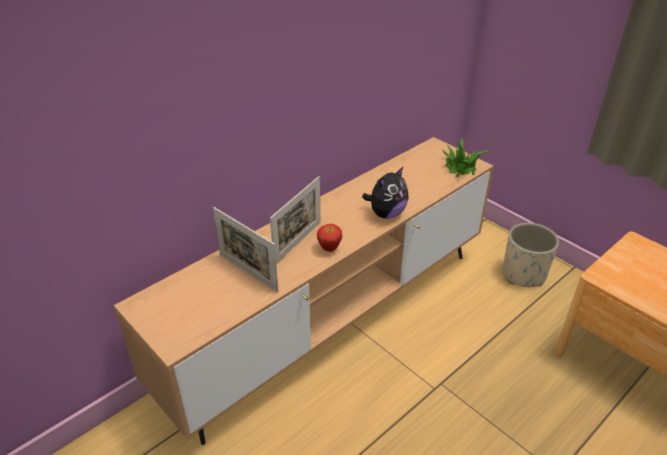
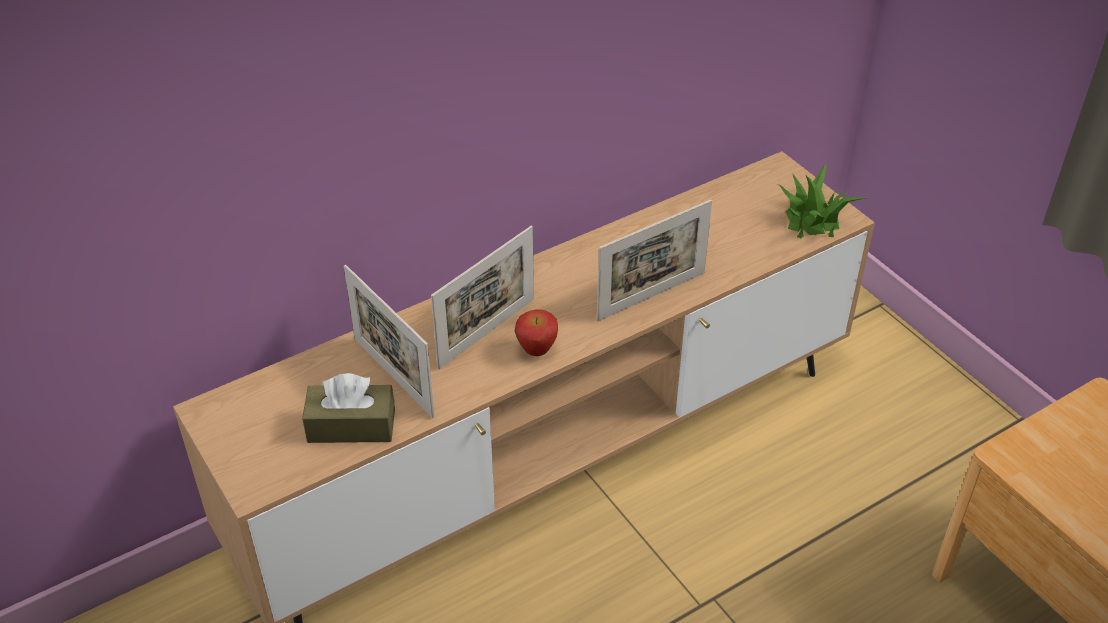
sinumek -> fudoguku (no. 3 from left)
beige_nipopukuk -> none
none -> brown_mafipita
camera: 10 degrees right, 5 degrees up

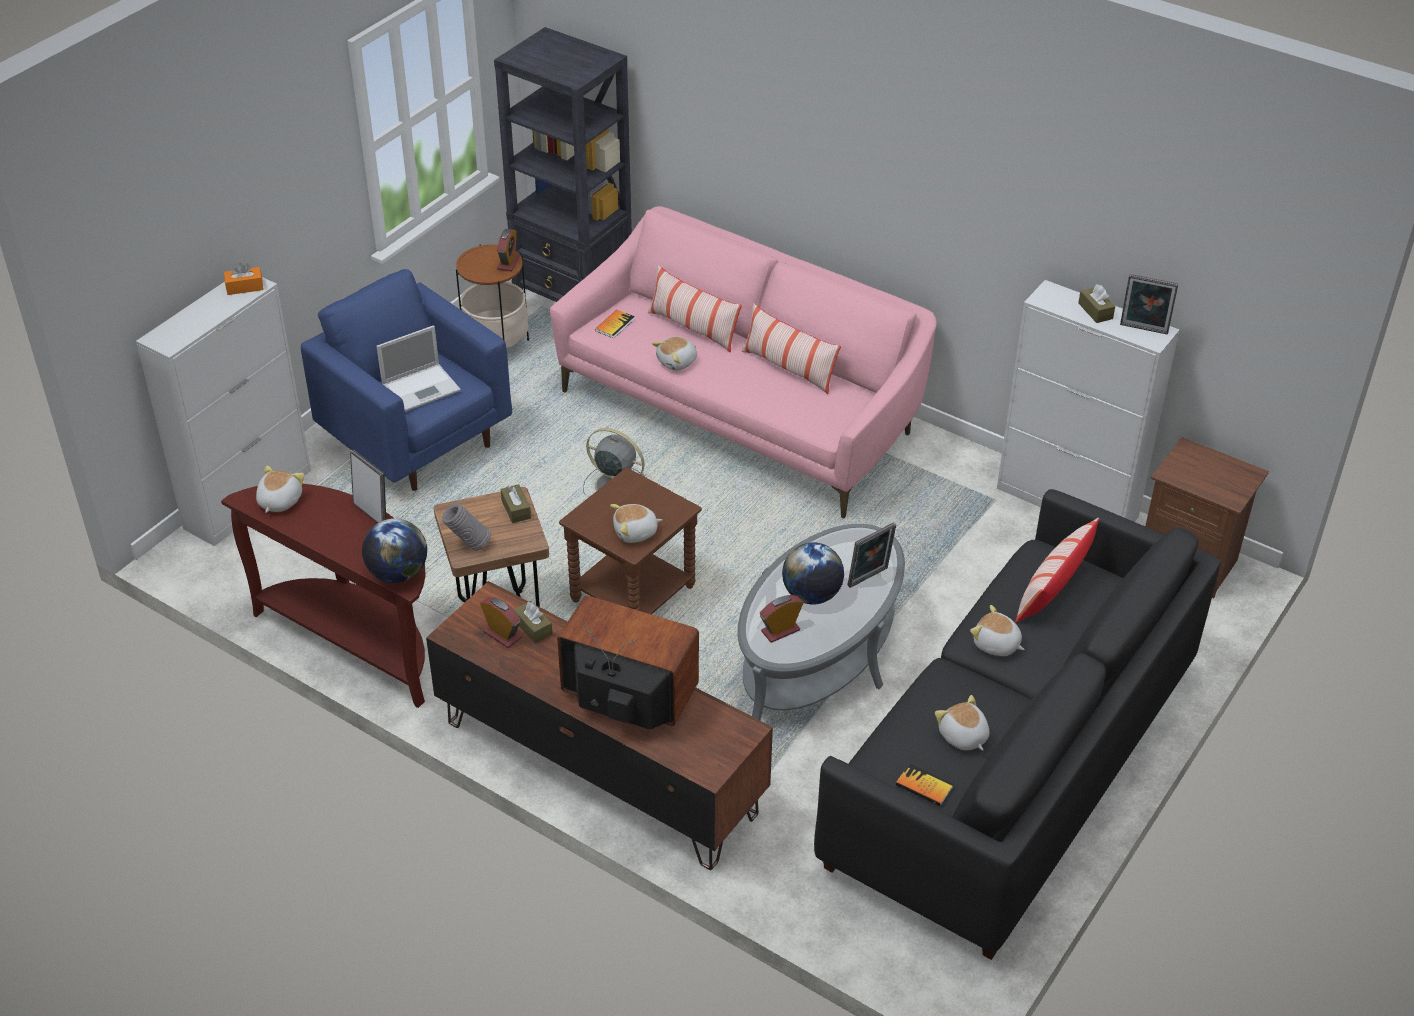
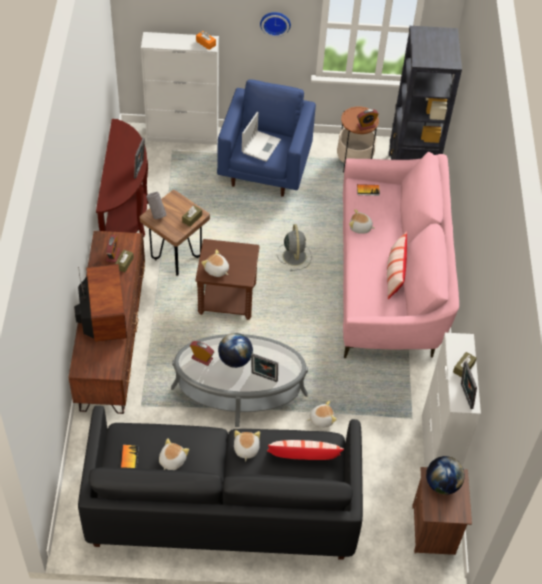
sinumek (no. 1 from left in the first image) -> sinumek (no. 4 from left), shifted
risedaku (no. 1 from left in the first image) -> risedaku (no. 2 from left), shifted
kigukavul, 90 degrees counterclockwise
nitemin (no. 1 from left) -> none
none -> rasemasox
camera: 55 degrees right, 10 degrees up

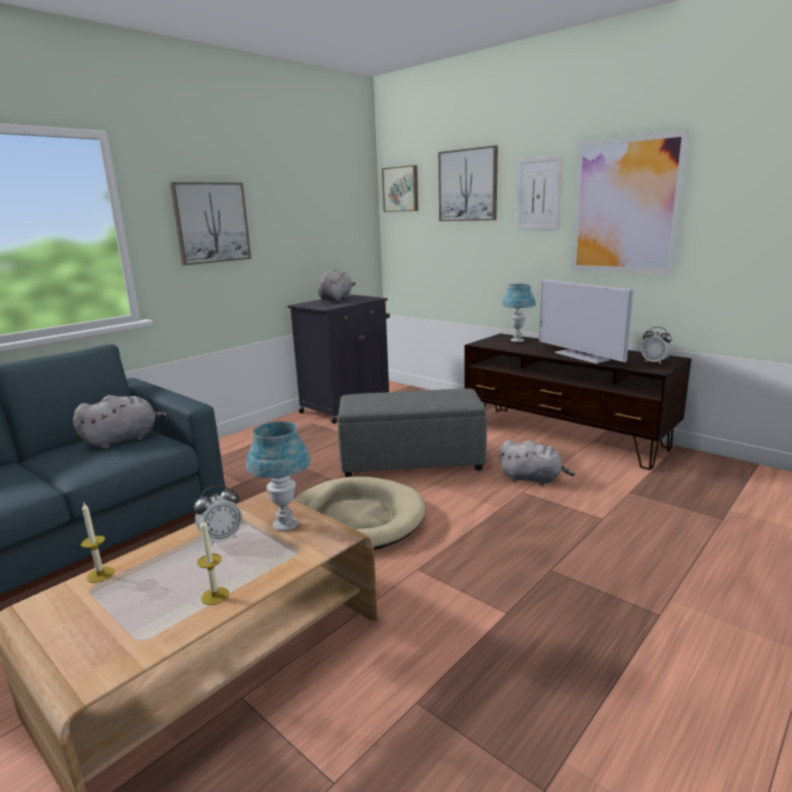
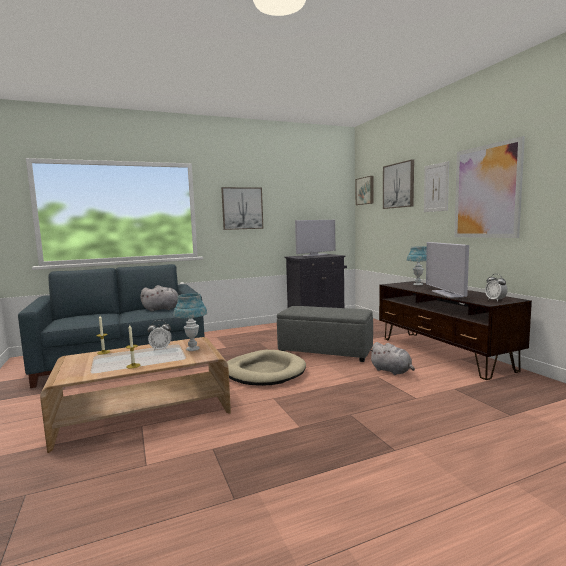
grey_sinumek (no. 2 from left) -> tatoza (no. 1 from left)
camera: 25 degrees right, 10 degrees down

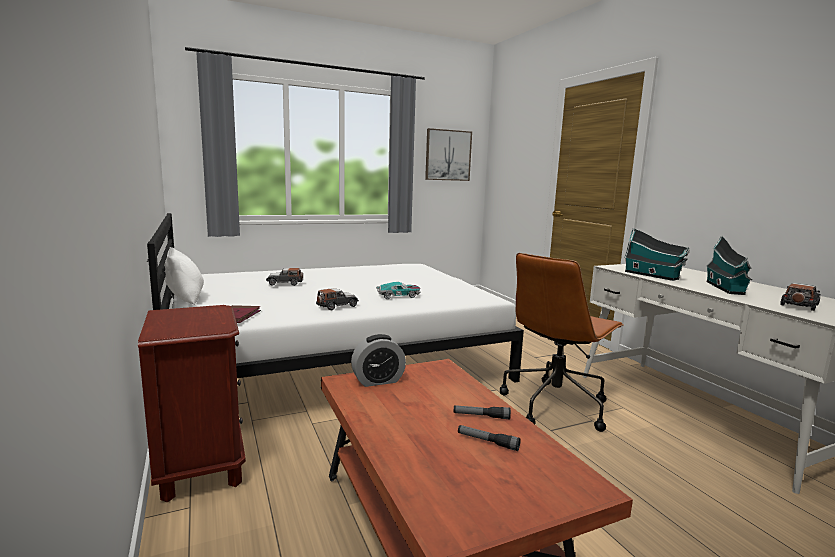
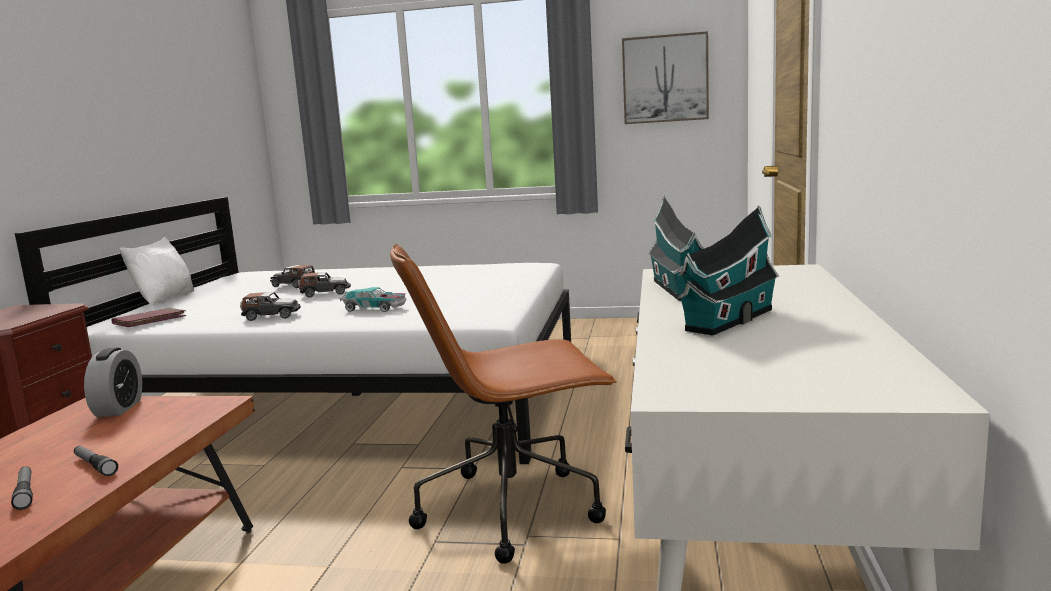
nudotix, 105 degrees counterclockwise
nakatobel (no. 4 from left in the first image) -> nakatobel (no. 3 from left), shifted
camera: 35 degrees right, 0 degrees up

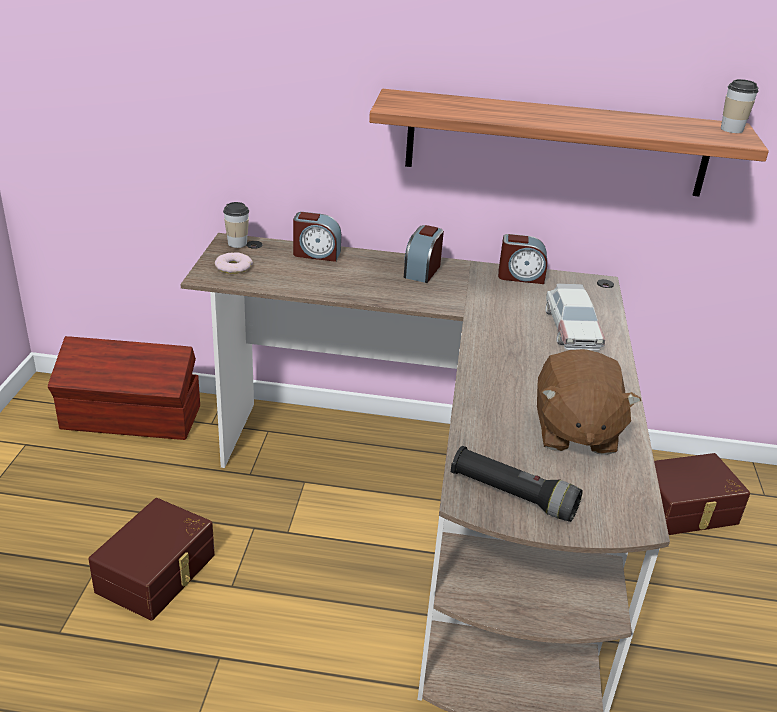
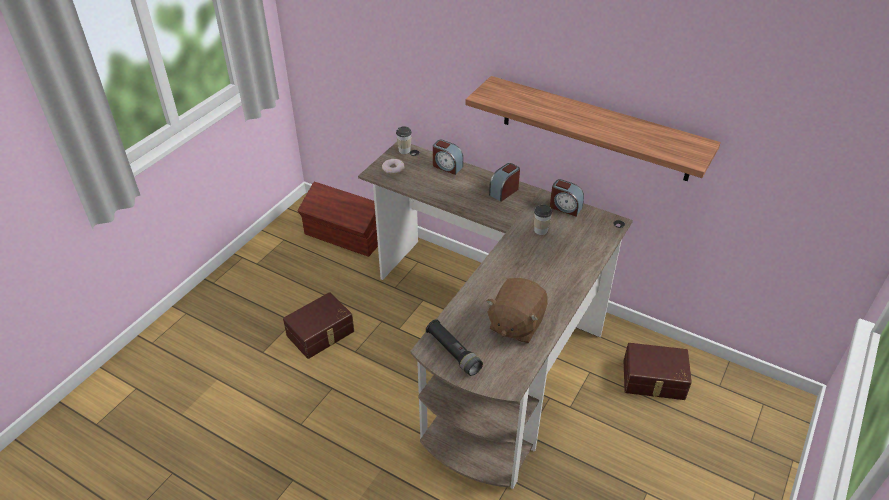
nakatobel -> none
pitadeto (no. 2 from left), shifted
camera: 25 degrees right, 10 degrees up

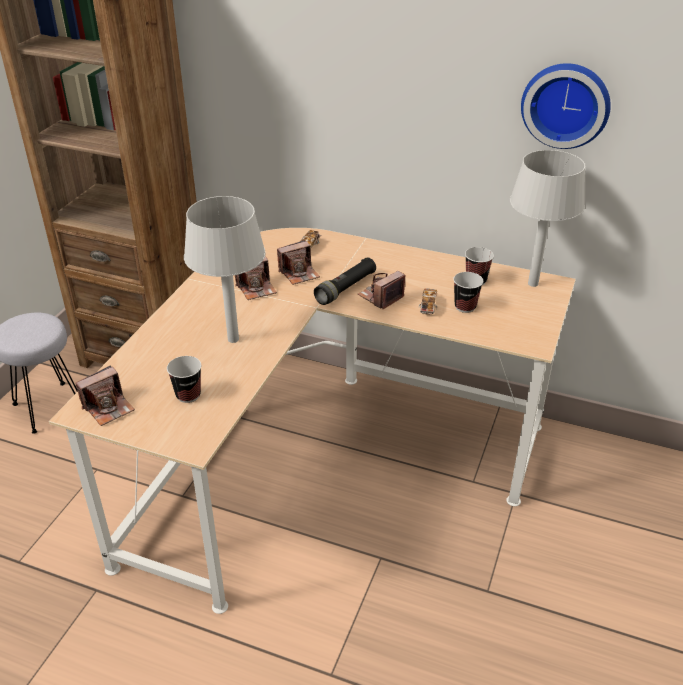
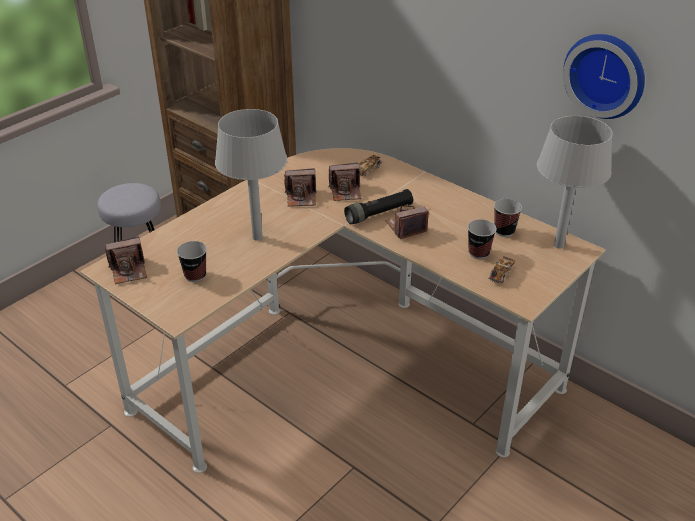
nakatobel (no. 2 from left), shifted
camera: 20 degrees right, 0 degrees up

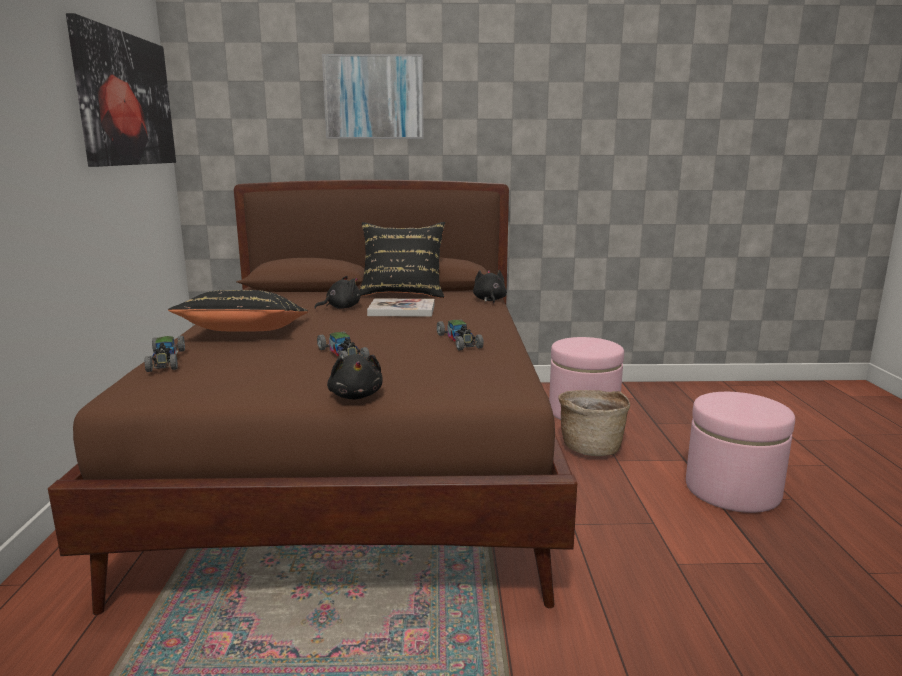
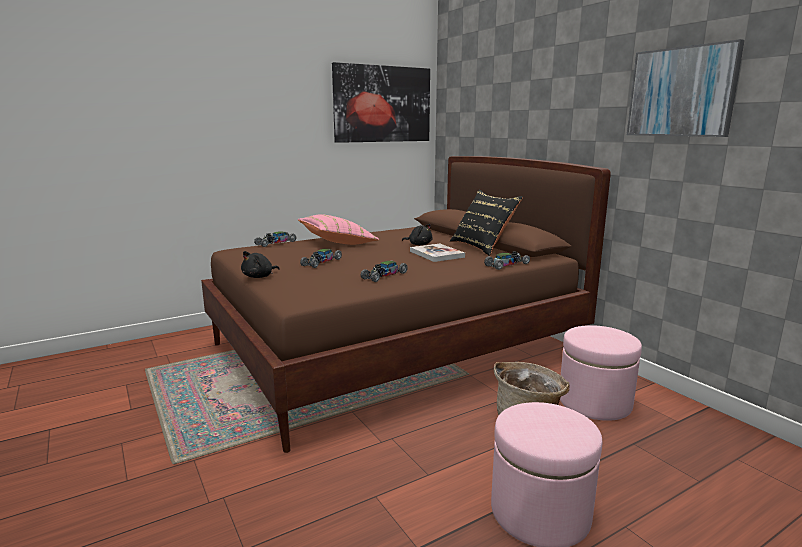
black_nitemin (no. 1 from left) -> pink_nitemin
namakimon (no. 2 from left), shifted
black_sinumek (no. 3 from left) -> nakatobel (no. 4 from left)
camera: 60 degrees right, 0 degrees up

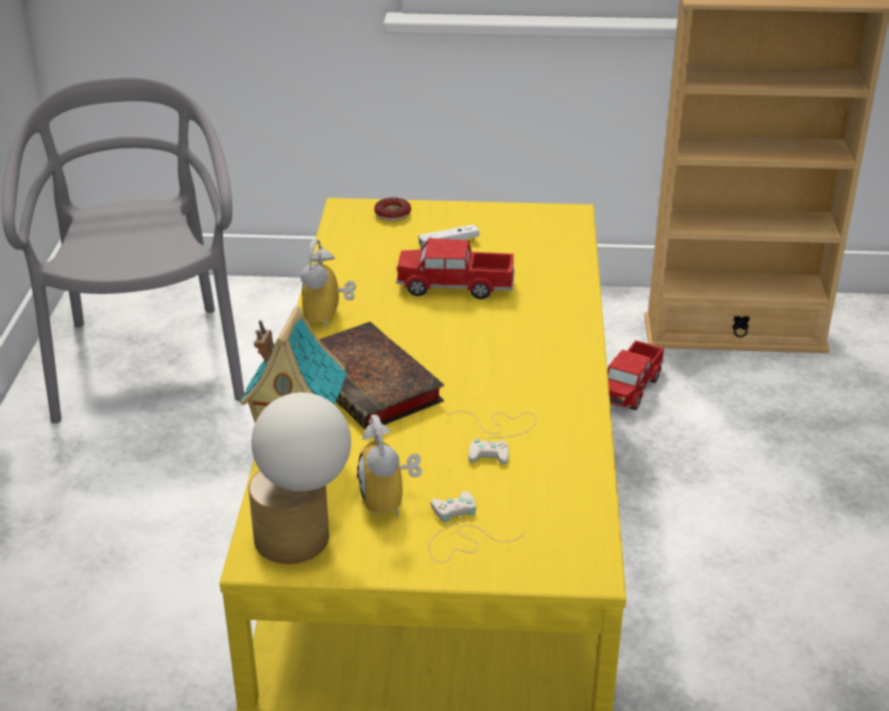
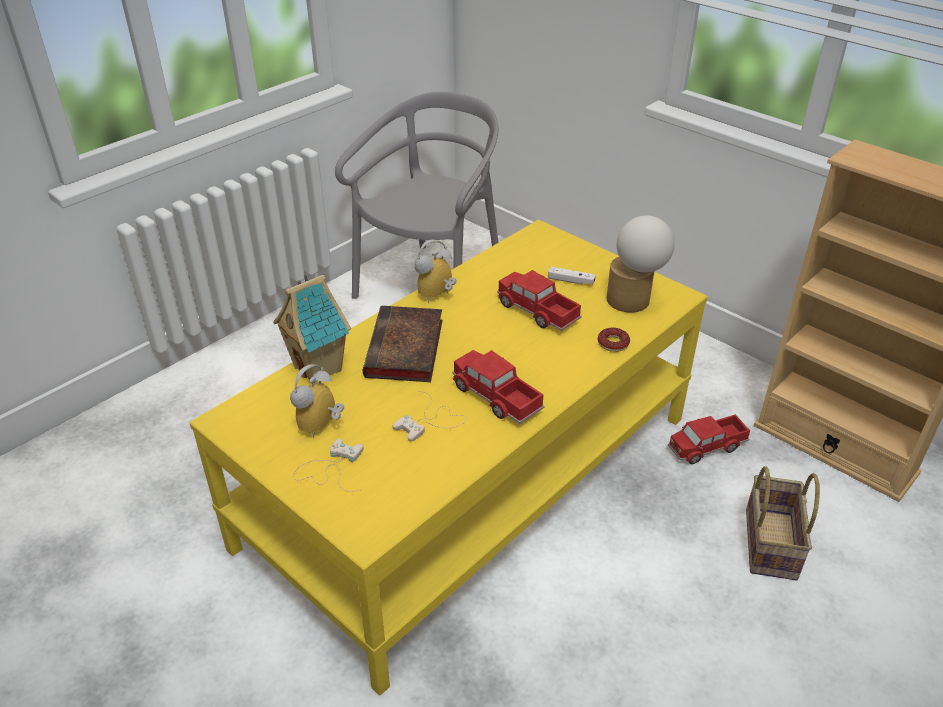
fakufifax, shifted
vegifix, shifted
none -> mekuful (no. 1 from left)
none -> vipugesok
camera: 40 degrees right, 5 degrees up

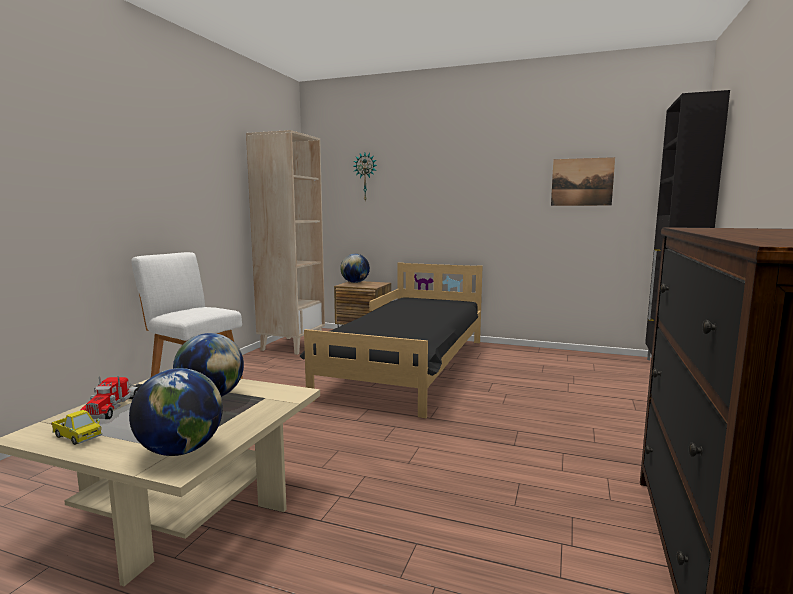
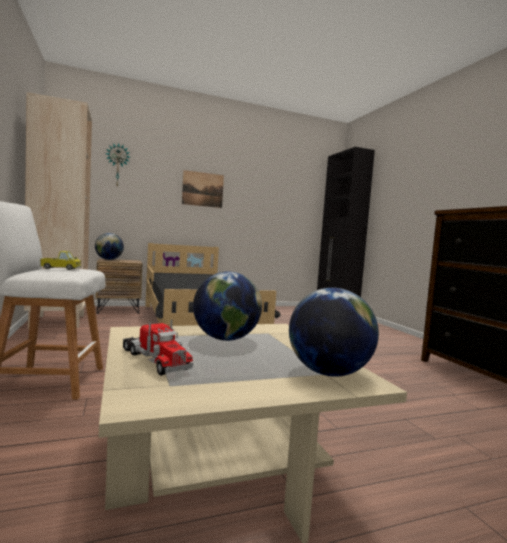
mekuful (no. 1 from left), shifted
namakimon, shifted
camera: 40 degrees left, 5 degrees down

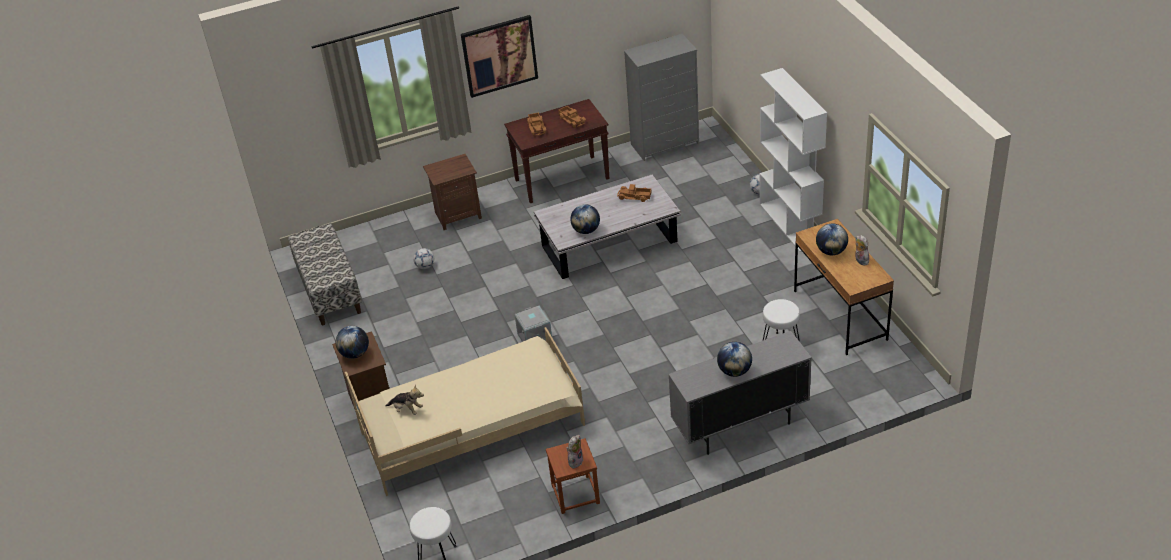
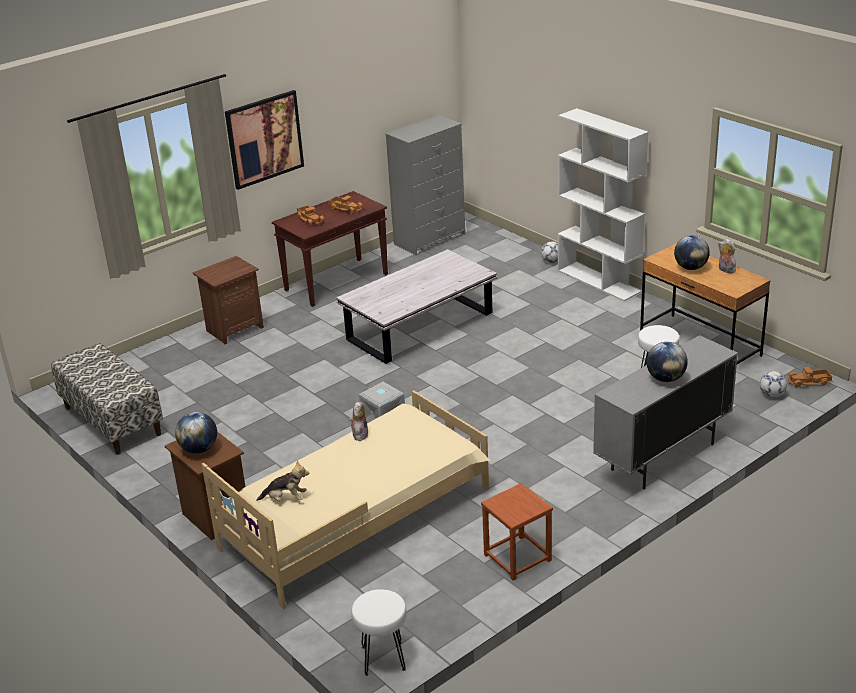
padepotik (no. 1 from left in the first image) -> padepotik (no. 2 from left), shifted
sinumek (no. 2 from left), shifted
risedaku (no. 2 from left) -> none
mekuful (no. 3 from left), shifted
camera: 20 degrees left, 10 degrees down

